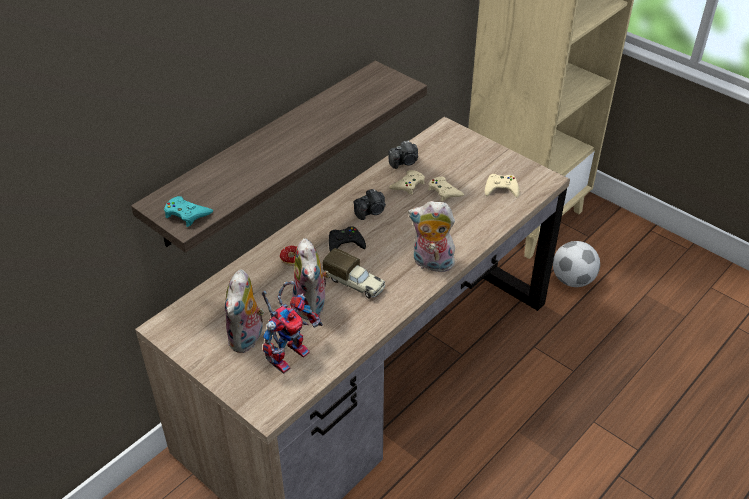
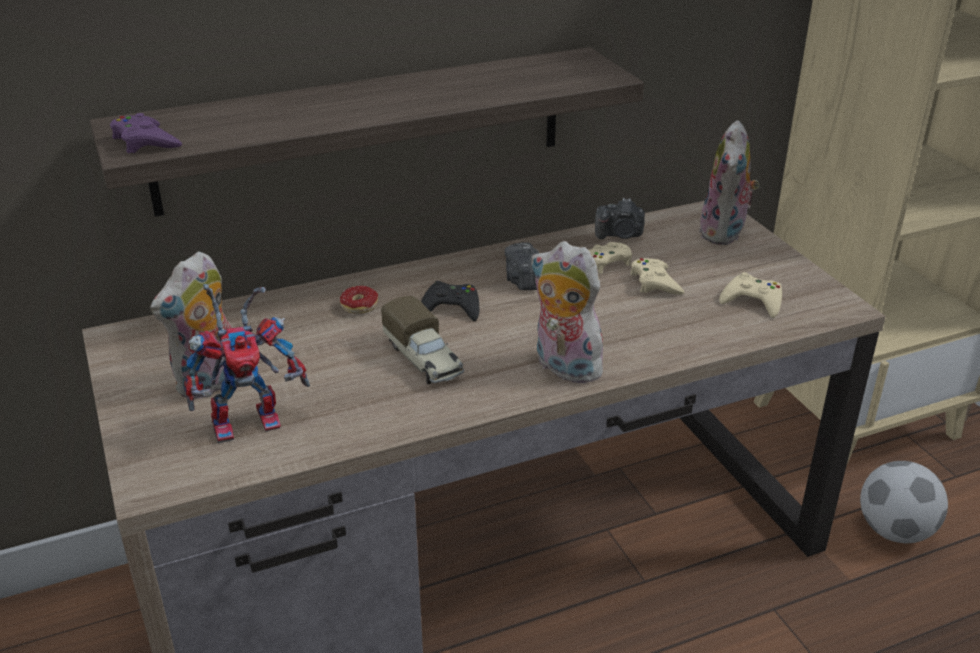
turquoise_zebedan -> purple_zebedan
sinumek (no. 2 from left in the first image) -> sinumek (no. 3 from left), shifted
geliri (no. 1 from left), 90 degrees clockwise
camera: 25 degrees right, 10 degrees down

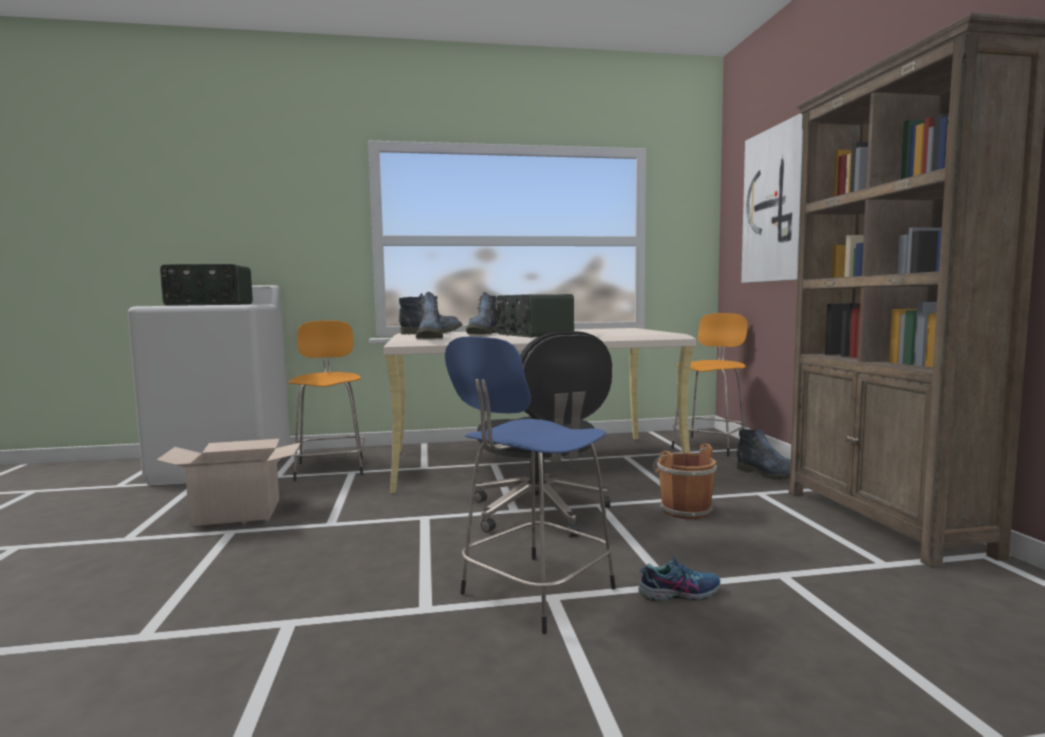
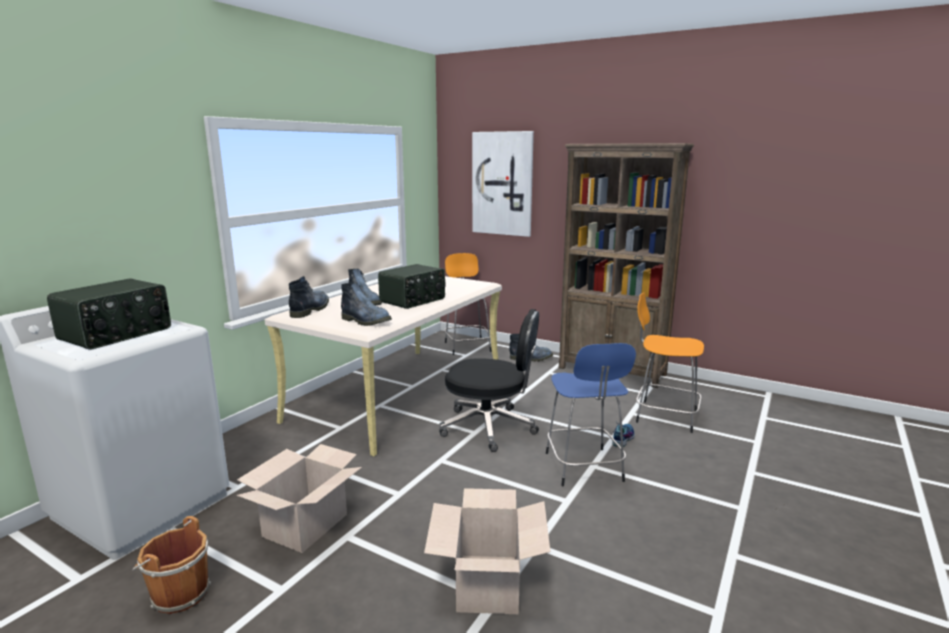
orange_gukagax (no. 1 from left in the first image) -> orange_gukagax (no. 2 from left), shifted
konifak (no. 2 from left), 60 degrees counterclockwise
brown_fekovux, shifted
none -> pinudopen (no. 2 from left)
camera: 50 degrees left, 10 degrees up

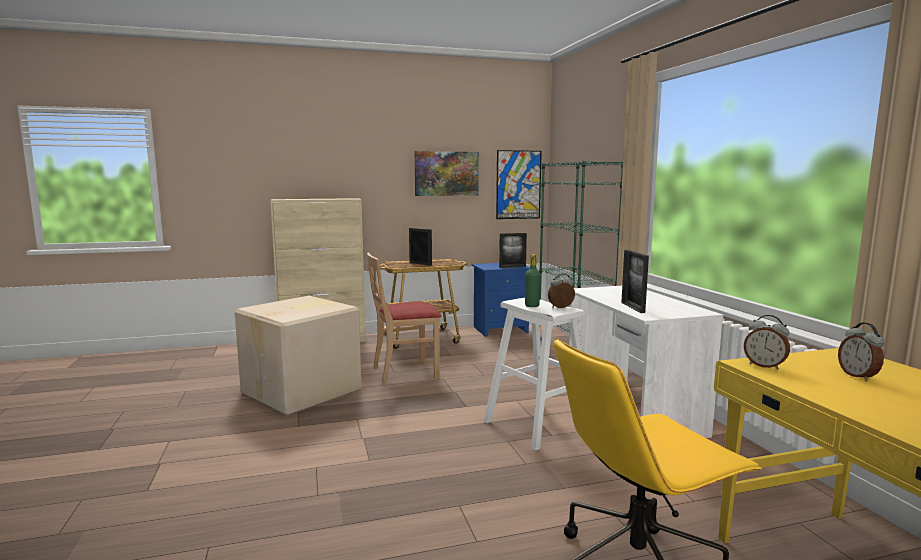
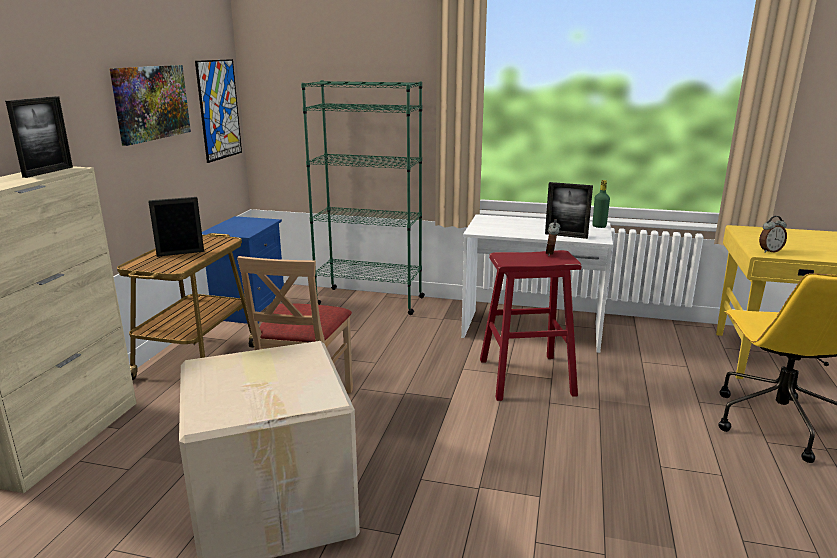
white_gukagax -> red_gukagax
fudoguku (no. 2 from left in the first image) -> fudoguku (no. 1 from left), shifted
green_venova, shifted
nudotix (no. 3 from left) -> none
camera: 60 degrees left, 10 degrees up

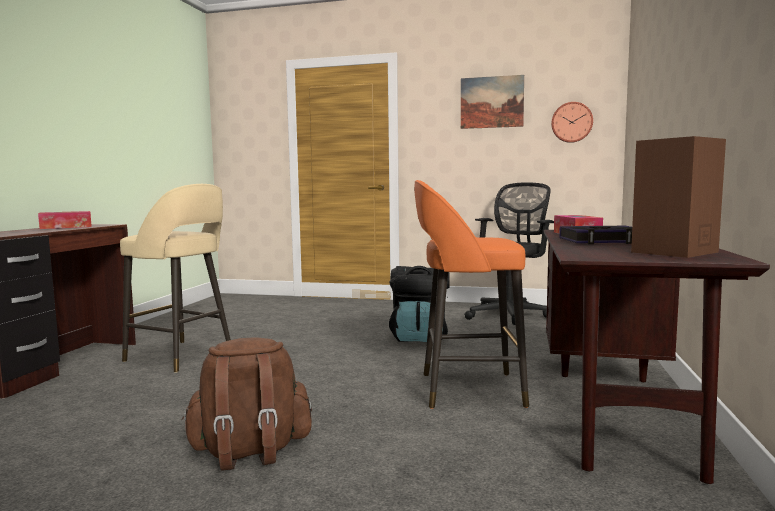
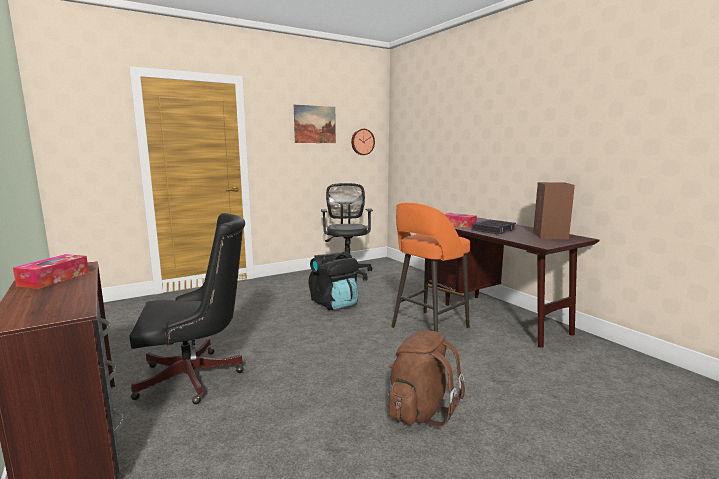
beige_gukagax -> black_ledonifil (no. 1 from left)
camera: 45 degrees left, 5 degrees up

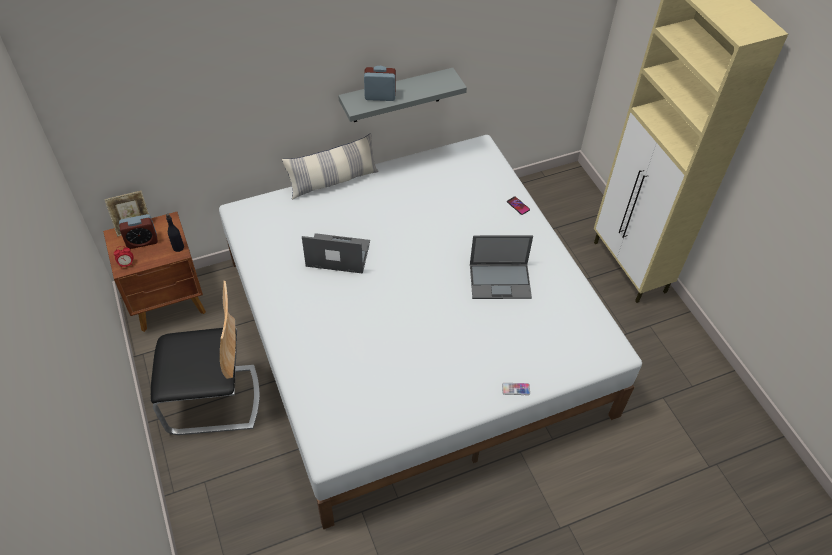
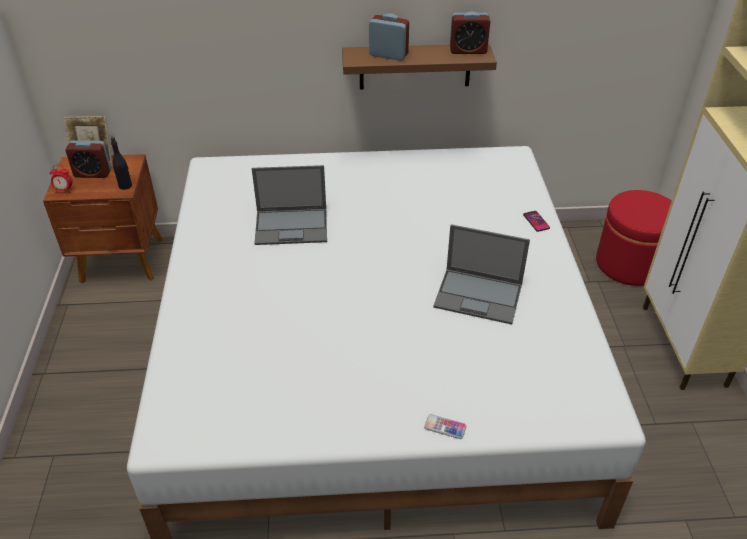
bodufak -> none
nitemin -> none
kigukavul (no. 1 from left), 150 degrees clockwise
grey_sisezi -> brown_sisezi
none -> nudotix (no. 4 from left)
none -> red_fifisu
camera: 20 degrees right, 10 degrees down

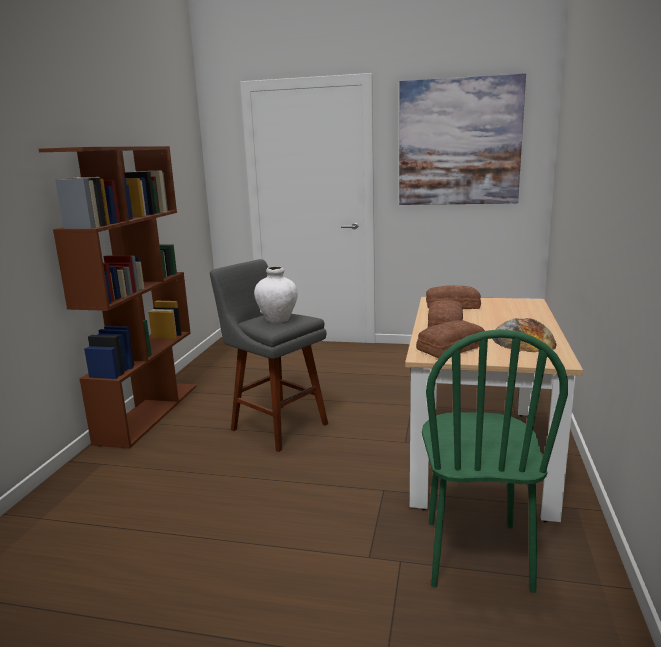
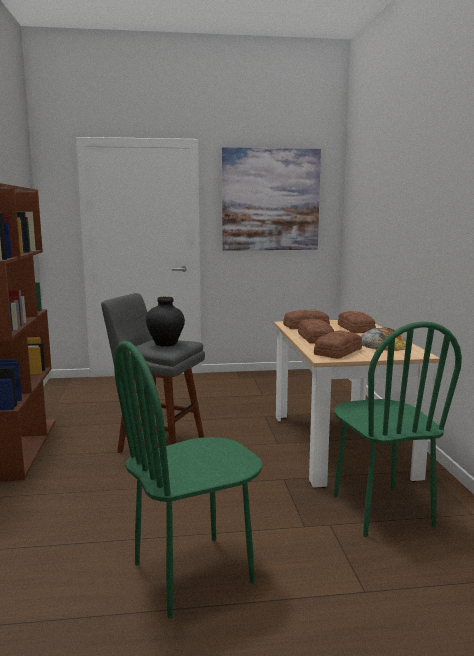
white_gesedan -> black_gesedan
none -> green_bodufak (no. 1 from left)
none -> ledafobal (no. 4 from left)
camera: 20 degrees left, 5 degrees down

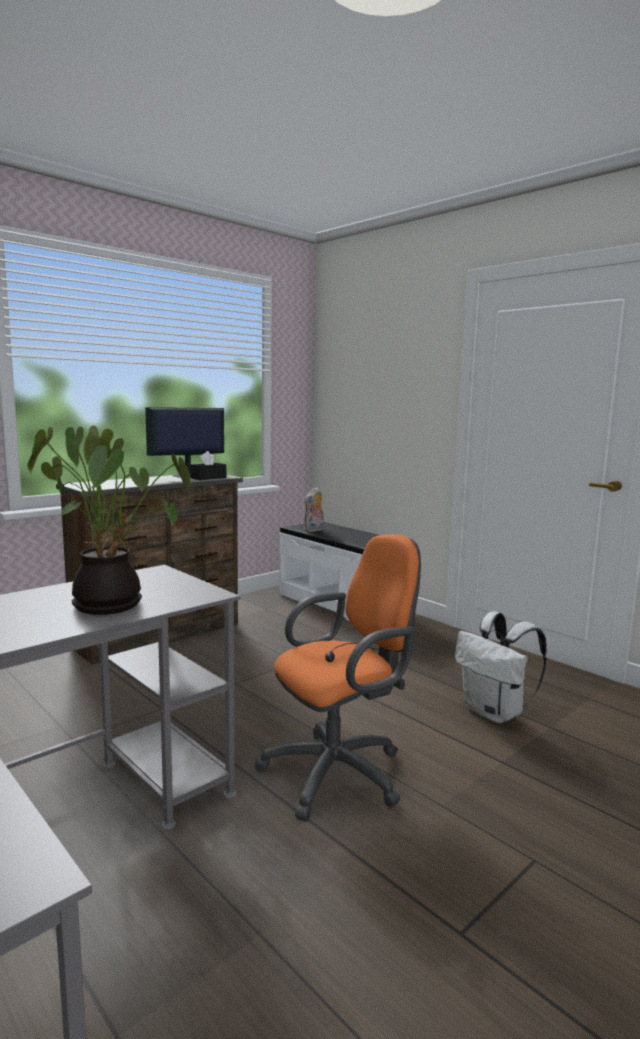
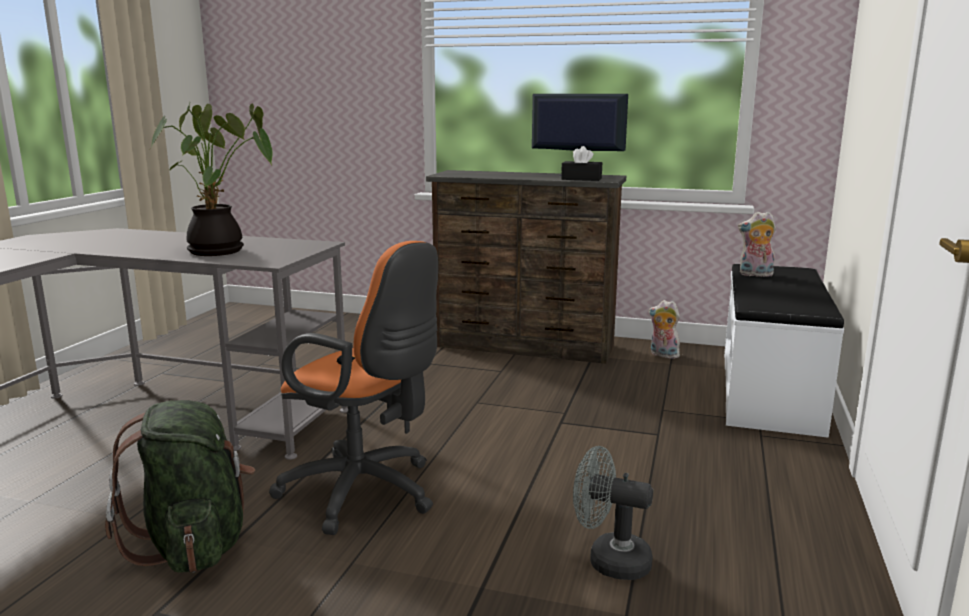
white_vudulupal -> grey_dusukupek
none -> green_vudulupal
none -> sinumek (no. 1 from left)
camera: 60 degrees right, 5 degrees up

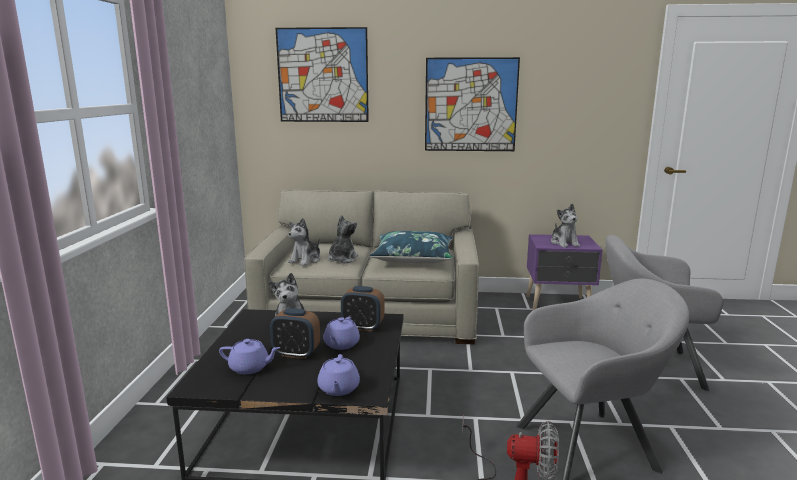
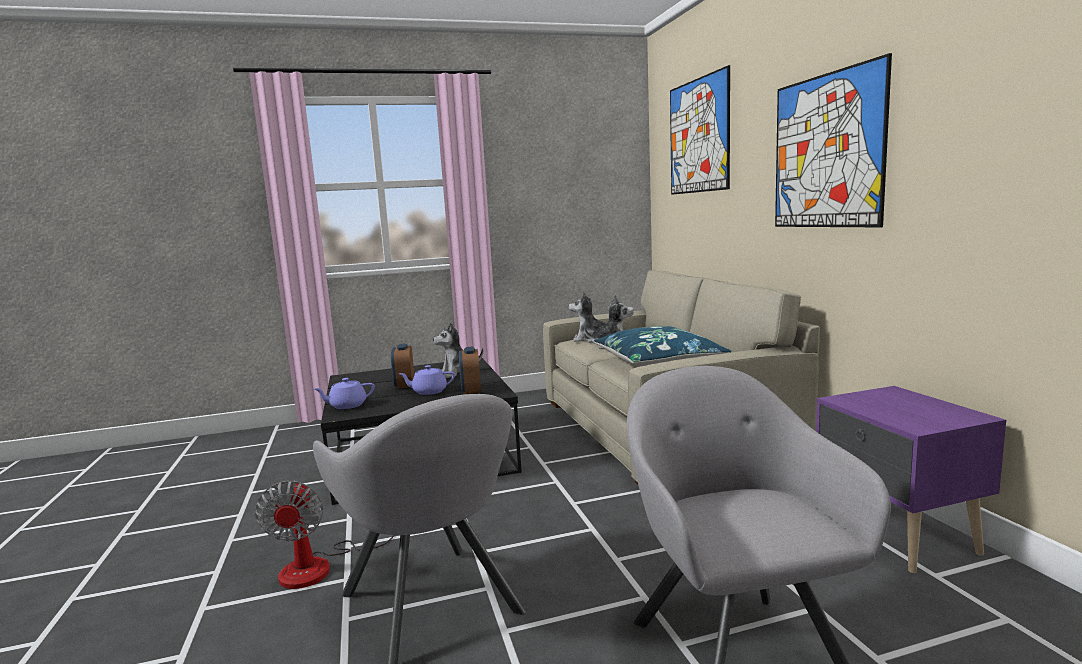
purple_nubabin (no. 1 from left) -> none
sinumek (no. 4 from left) -> none
camera: 70 degrees right, 5 degrees down

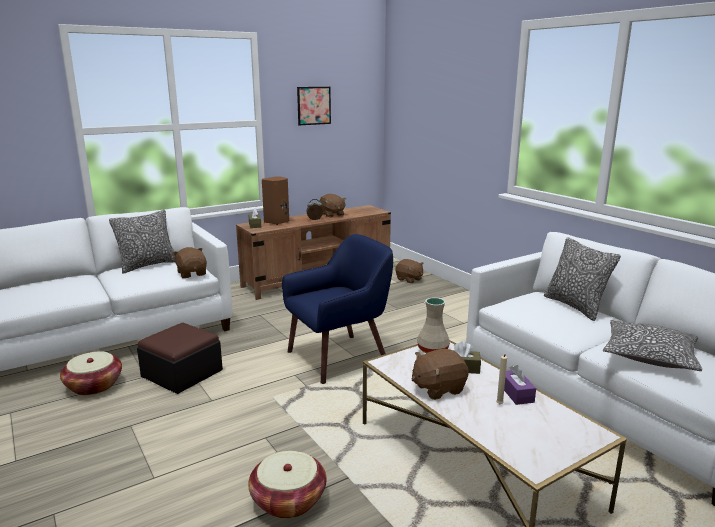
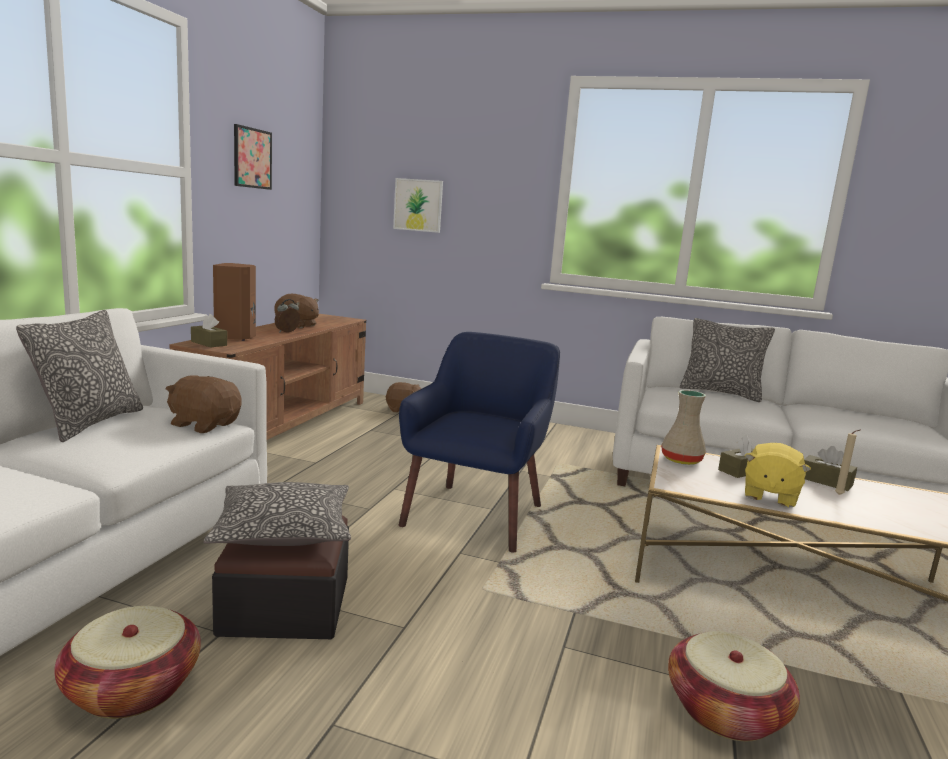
brown_sinumek (no. 4 from left) -> yellow_sinumek
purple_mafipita -> brown_mafipita (no. 3 from left)
nitemin (no. 3 from left in the first image) -> nitemin (no. 2 from left), shifted
none -> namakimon (no. 2 from left)
camera: 40 degrees left, 5 degrees down

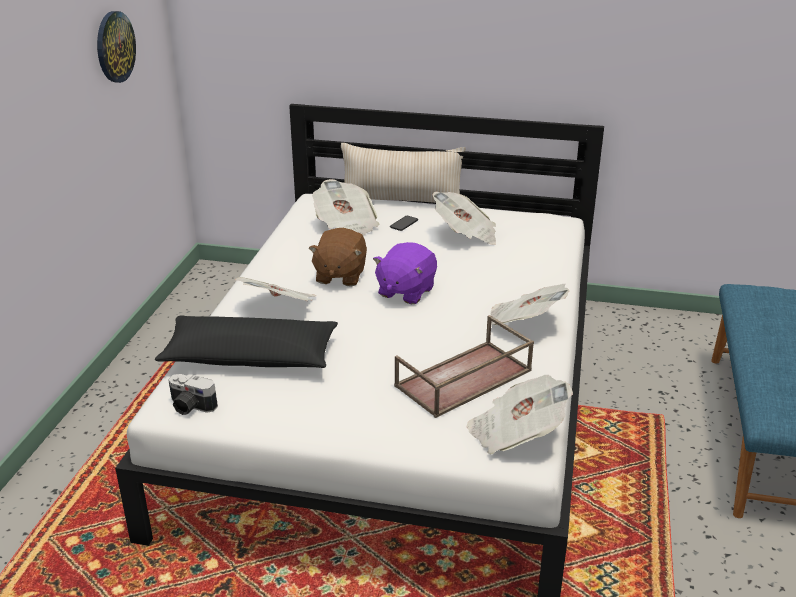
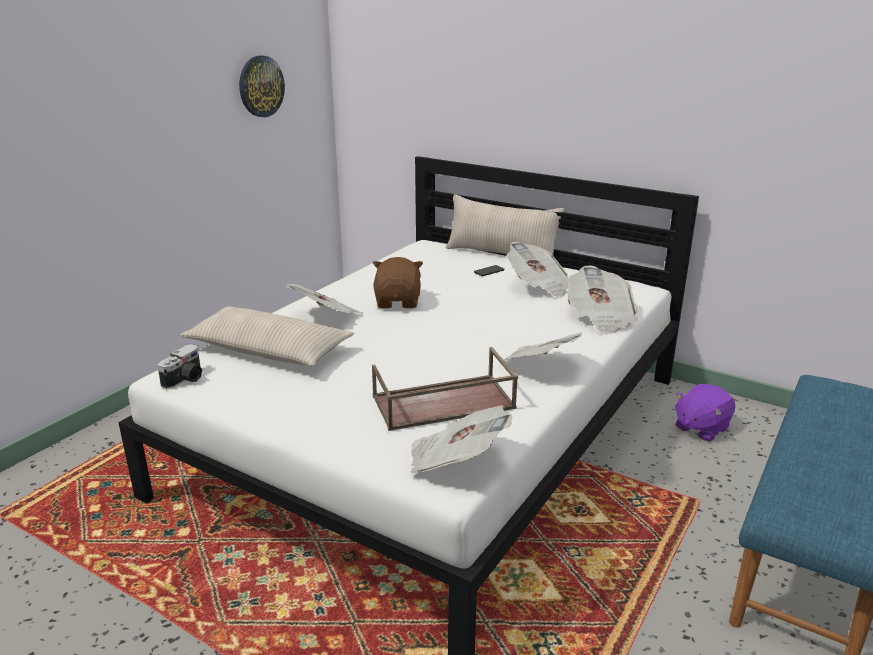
black_nitemin -> beige_nitemin (no. 1 from left)
geliri, 105 degrees counterclockwise
brown_sinumek, 150 degrees clockwise
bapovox (no. 2 from left in the first image) -> bapovox (no. 5 from left), shifted
purple_sinumek, shifted
camera: 20 degrees right, 5 degrees down

